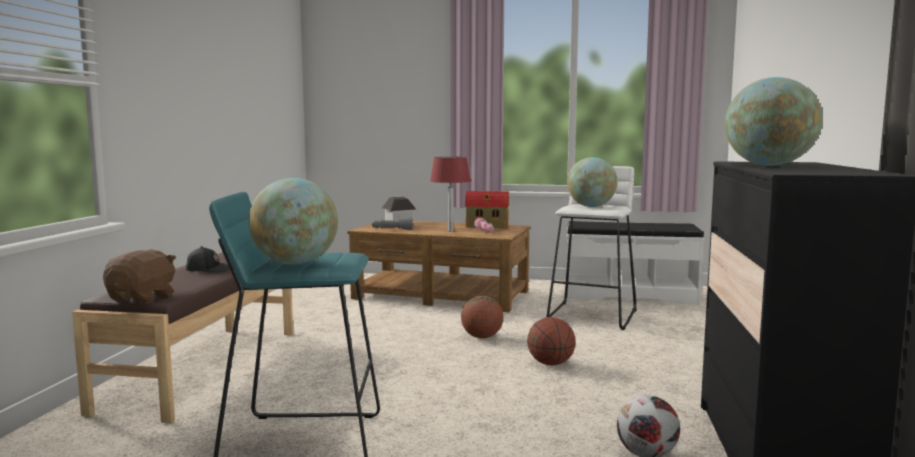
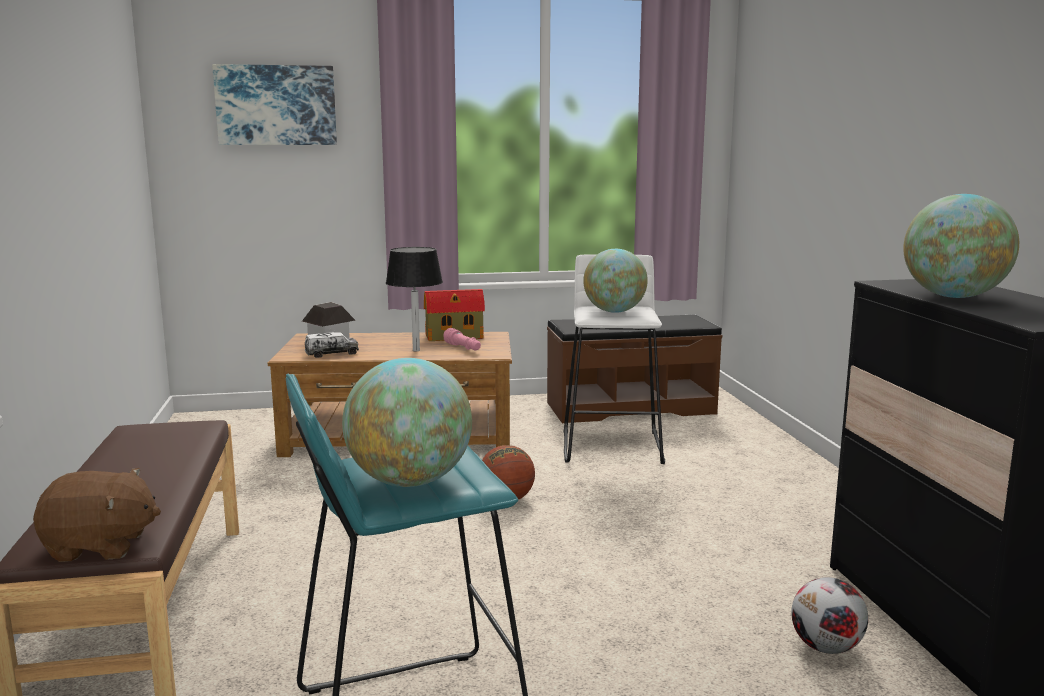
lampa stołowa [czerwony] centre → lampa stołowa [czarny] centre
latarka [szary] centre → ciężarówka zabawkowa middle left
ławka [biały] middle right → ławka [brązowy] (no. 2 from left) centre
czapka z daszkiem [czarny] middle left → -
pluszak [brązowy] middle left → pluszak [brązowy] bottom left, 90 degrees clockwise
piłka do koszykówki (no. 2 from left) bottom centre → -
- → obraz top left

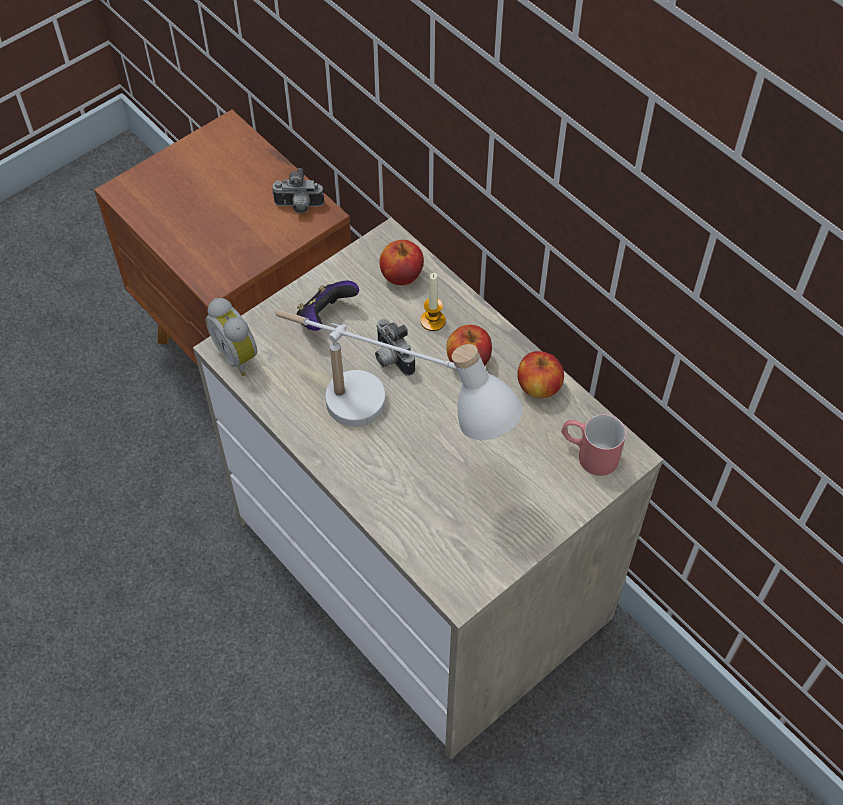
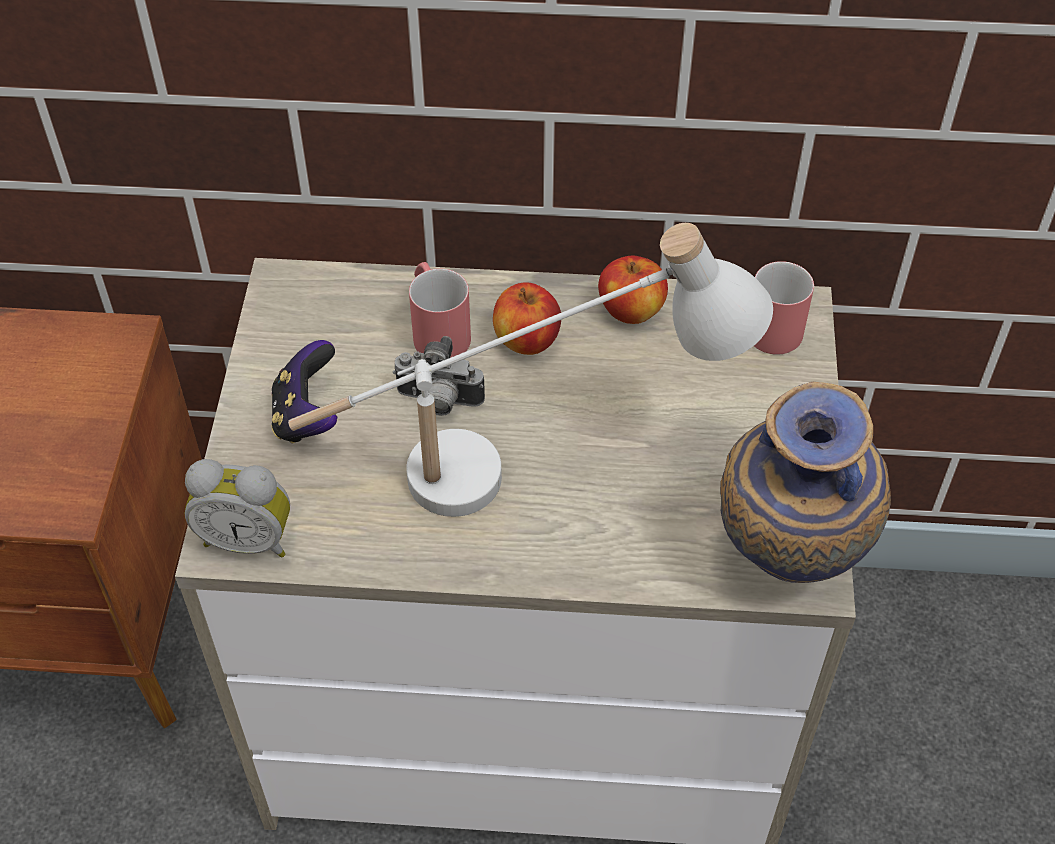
aparat fotograficzny (no. 1 from left) top centre → -
jabłko (no. 1 from left) top centre → -
świeca centre → kubek [czerwony] (no. 1 from left) centre
- → wazon middle right

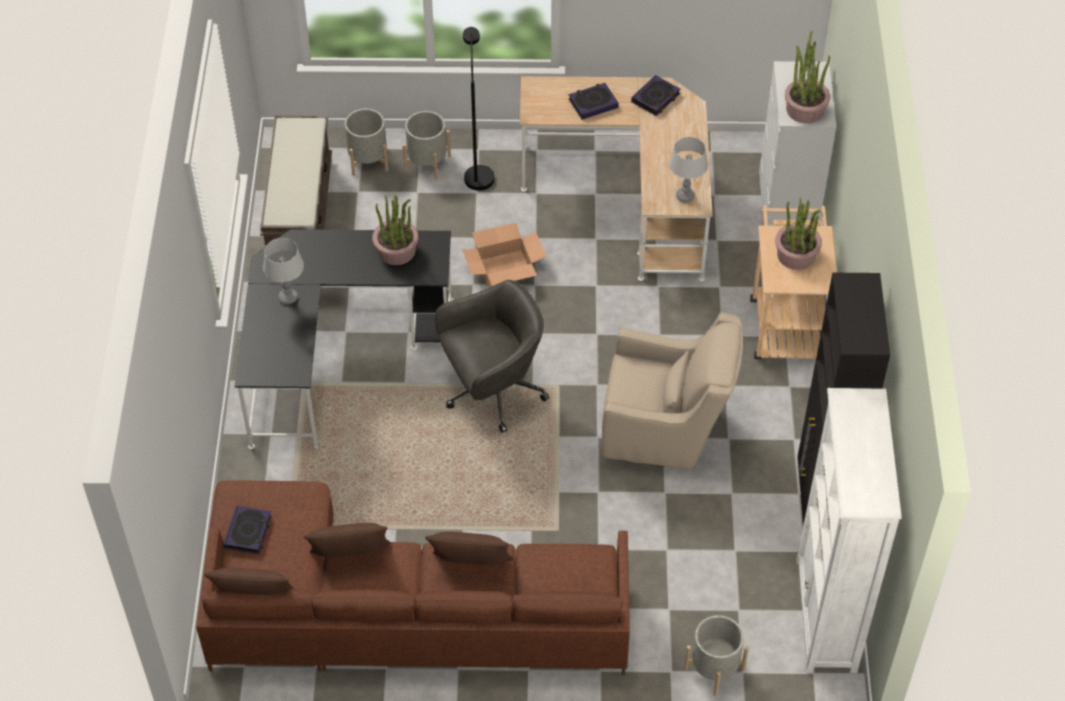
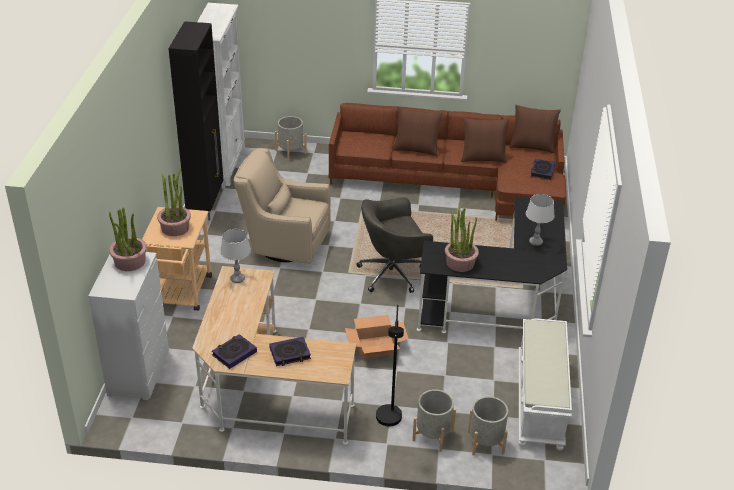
ławka [brązowy] top left → ławka [biały] bottom right

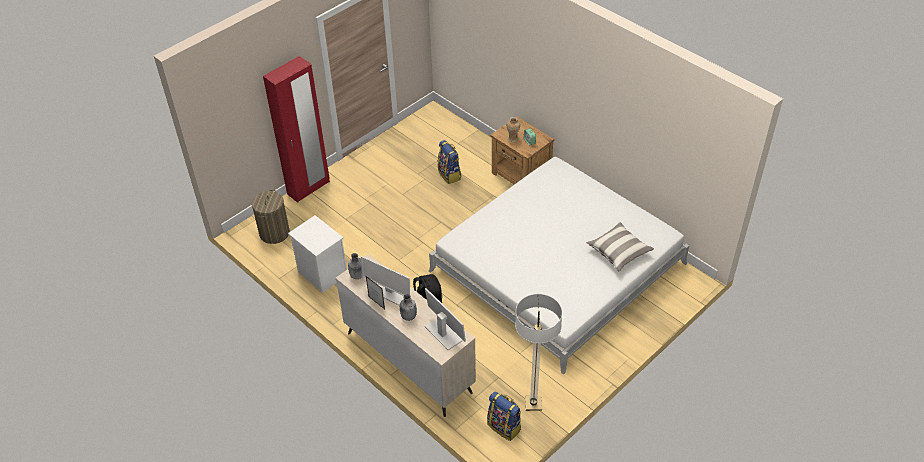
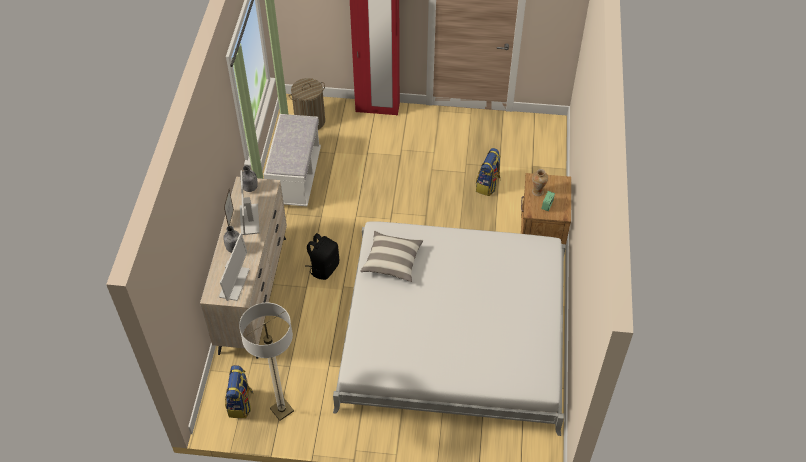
szafka nocna [biały] centre → ławka [biały] centre
poduszka middle right → poduszka centre, shifted

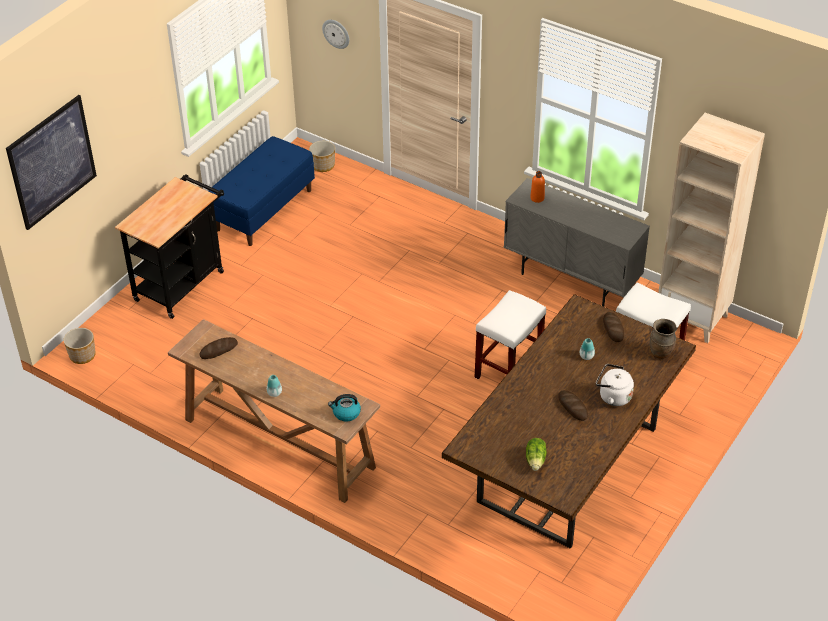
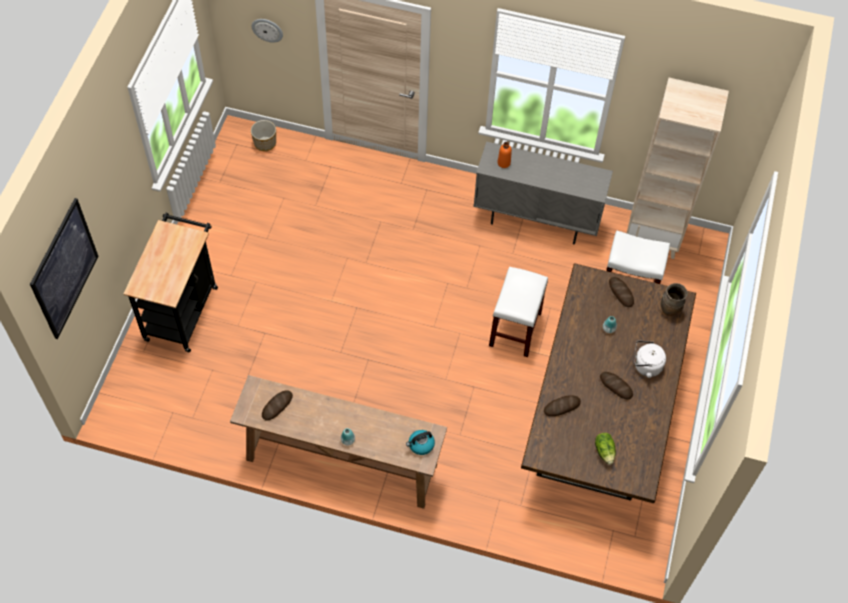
ławka [niebieski] top left → -
donica (no. 1 from left) middle left → -
- → chleb (no. 2 from left) bottom centre

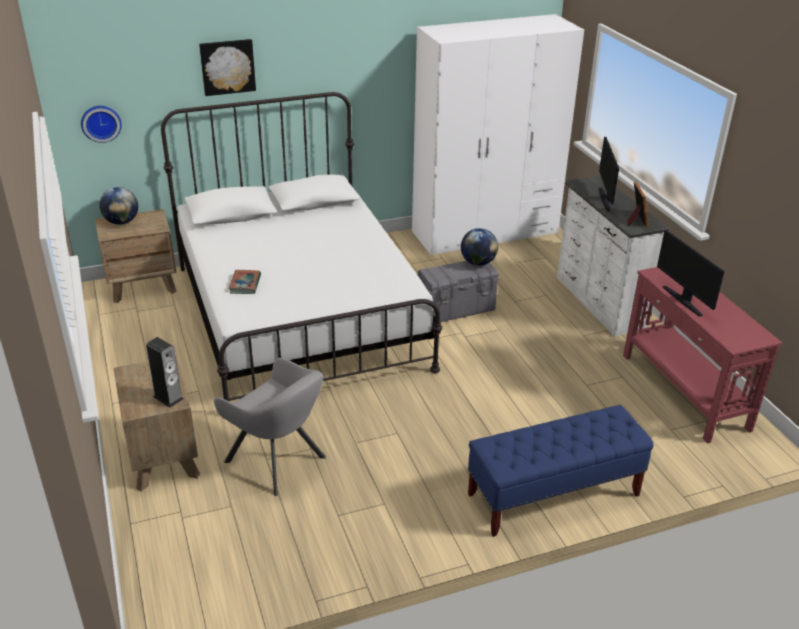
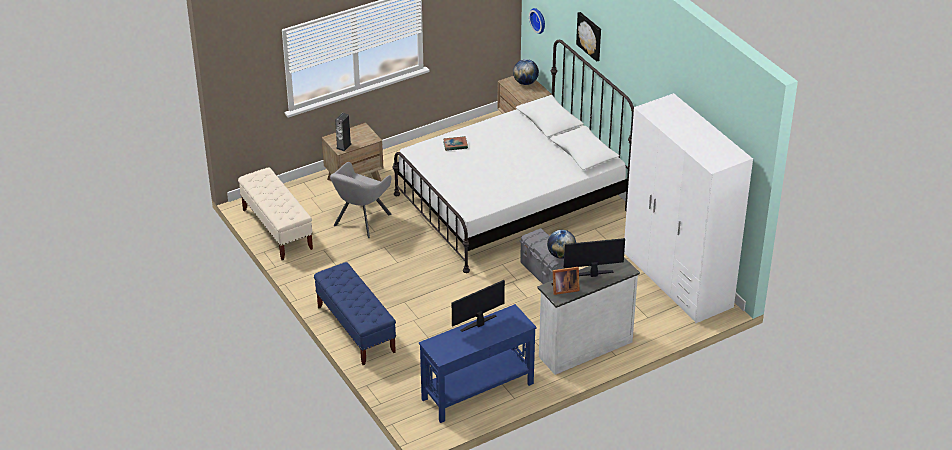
stolik konsolowy [czerwony] middle right → stolik konsolowy [niebieski] bottom centre
- → ławka [beżowy] middle left

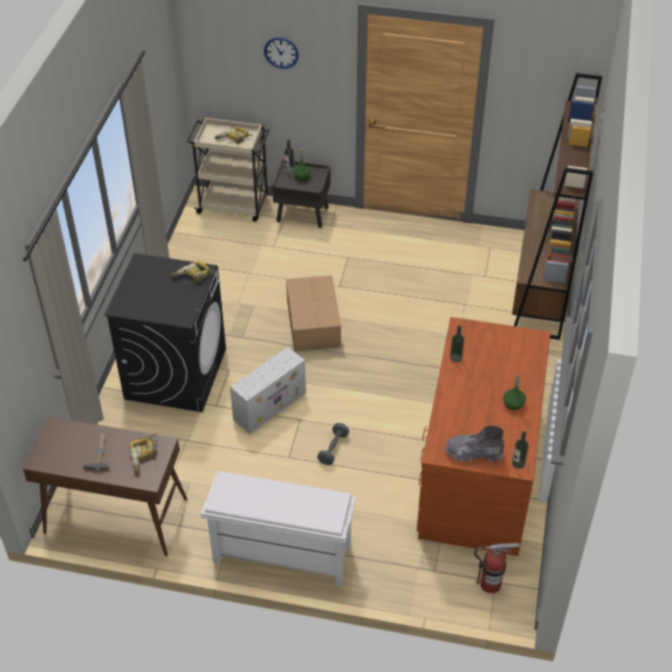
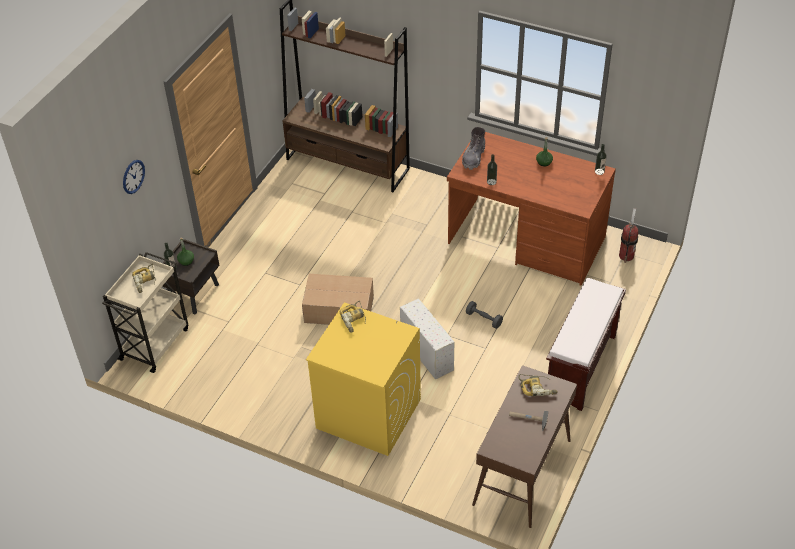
pralka [czarny] middle left → pralka [żółty] bottom centre
but z cholewką [szary] middle right → but z cholewką [szary] top centre, shifted
ławka [biały] bottom centre → ławka [brązowy] middle right

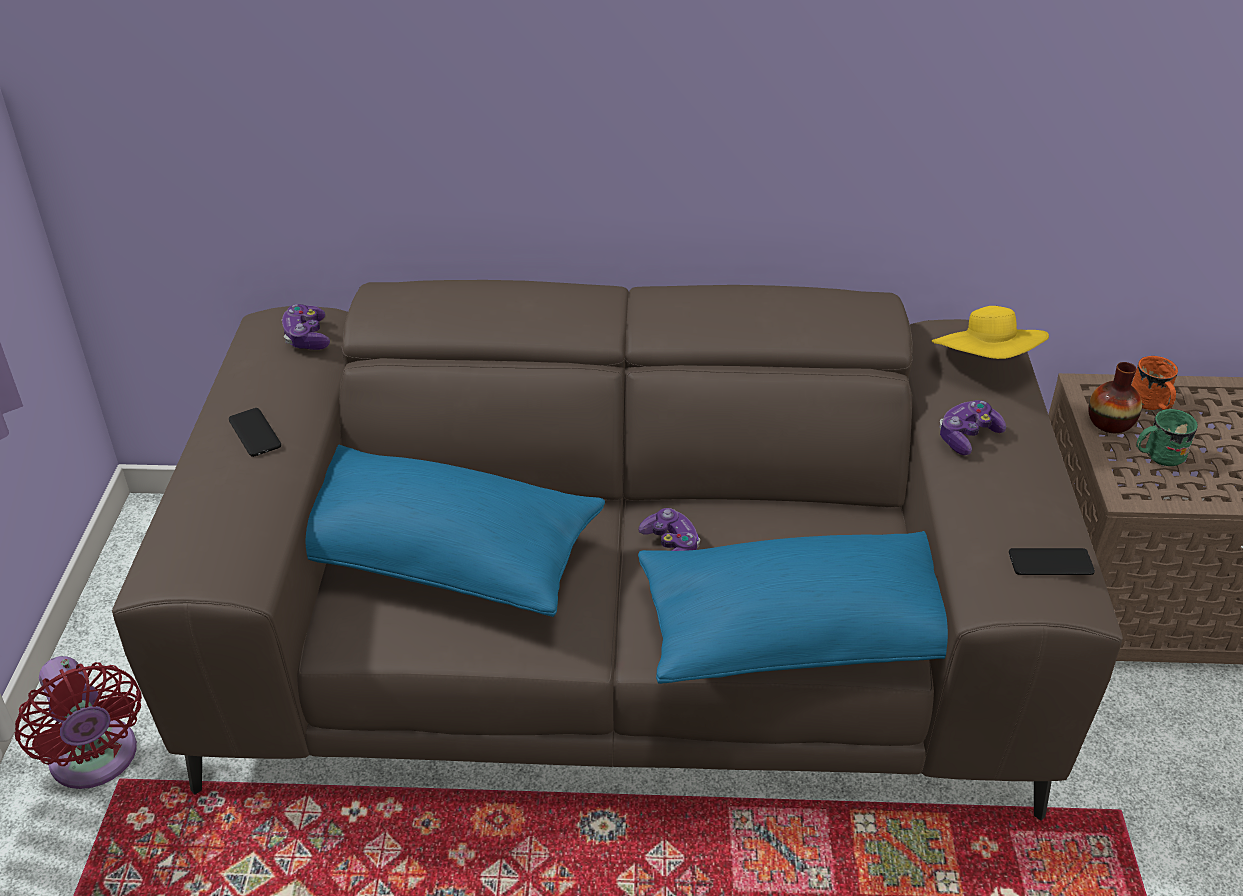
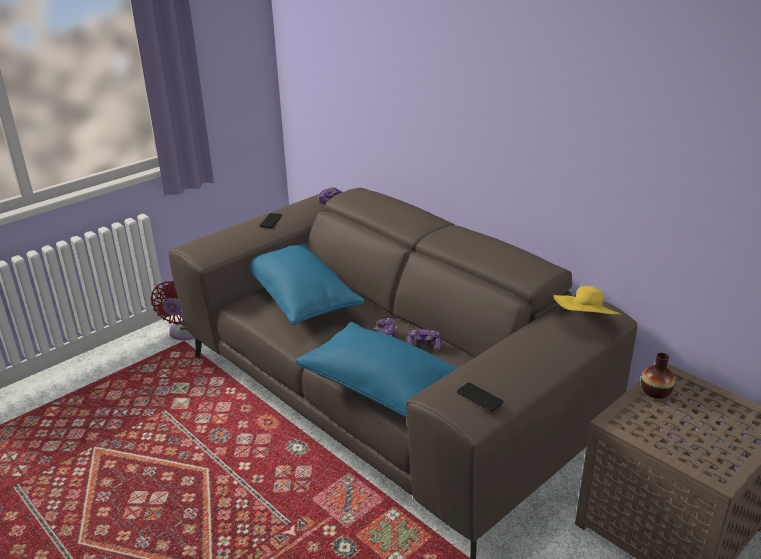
kubek [pomarańczowy] middle right → -
pad do gier (no. 3 from left) middle right → pad do gier (no. 3 from left) centre, shifted
kubek [zielony] middle right → -

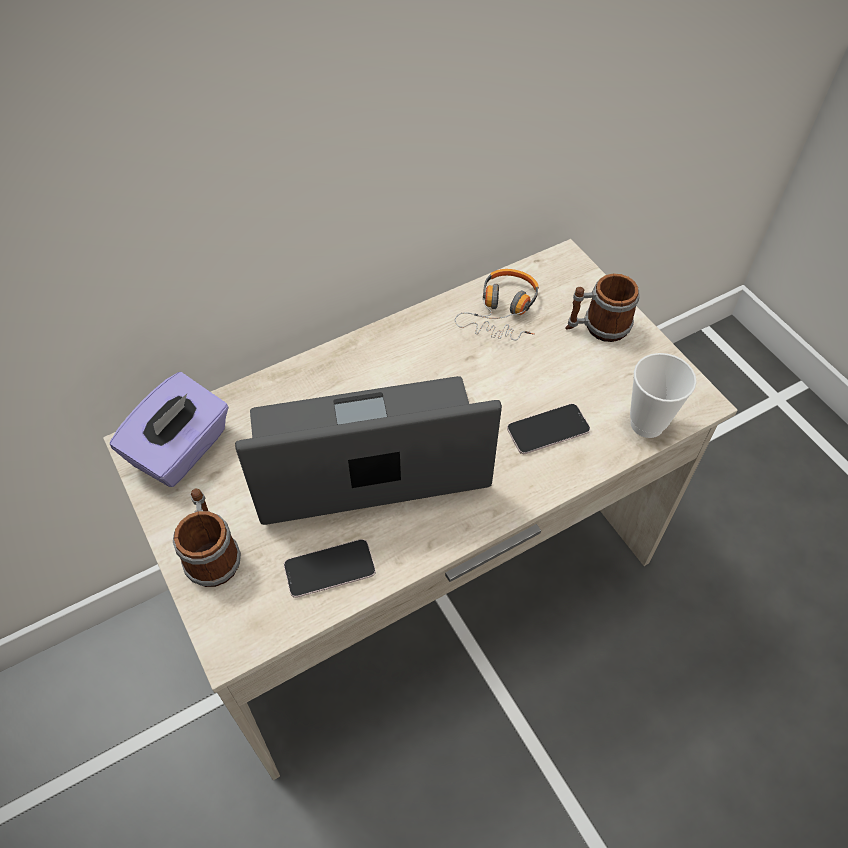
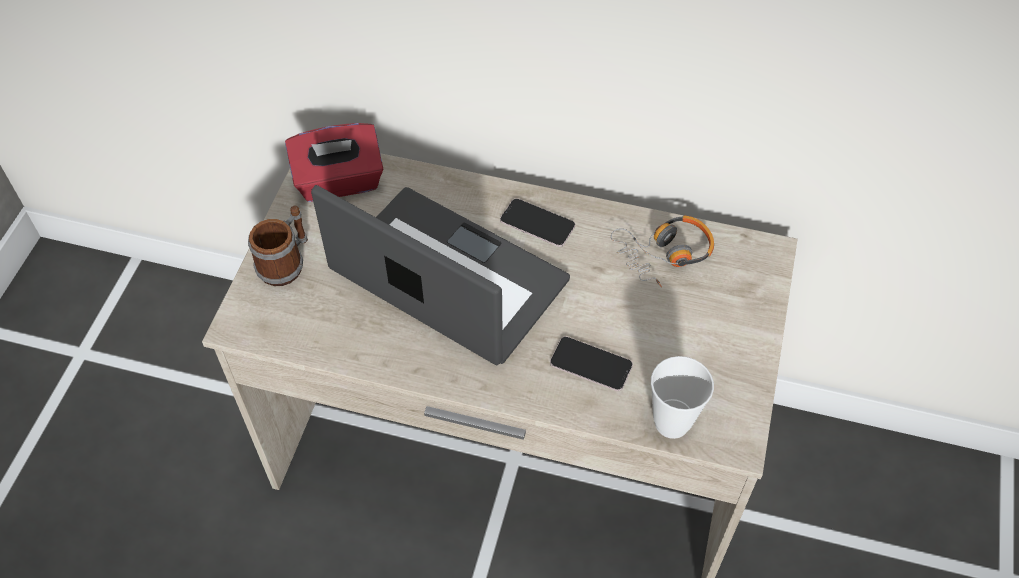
kubek (no. 2 from left) middle right → -
pudełko chusteczek [fioletowy] middle left → pudełko chusteczek [czerwony] top left
telefon (no. 1 from left) bottom centre → telefon (no. 1 from left) centre, shifted

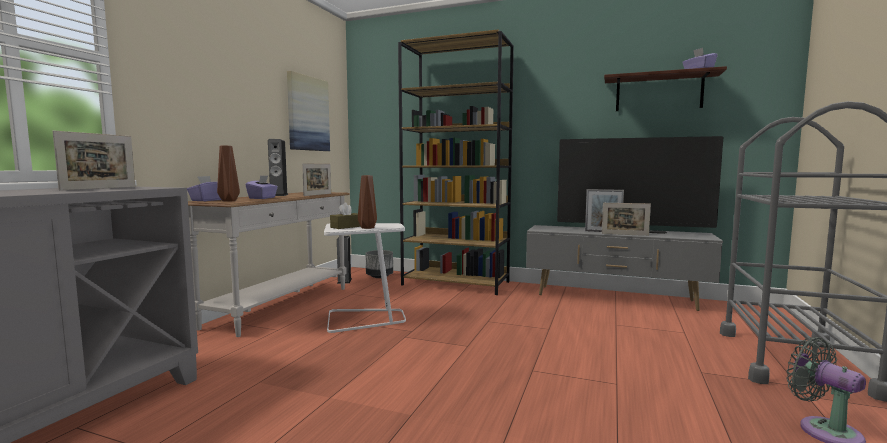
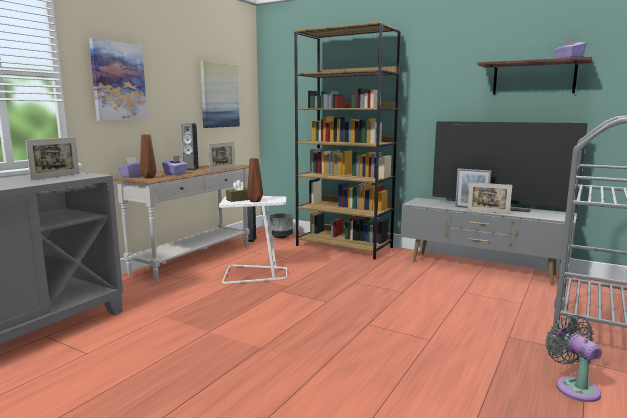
- → obraz (no. 1 from left) top left

